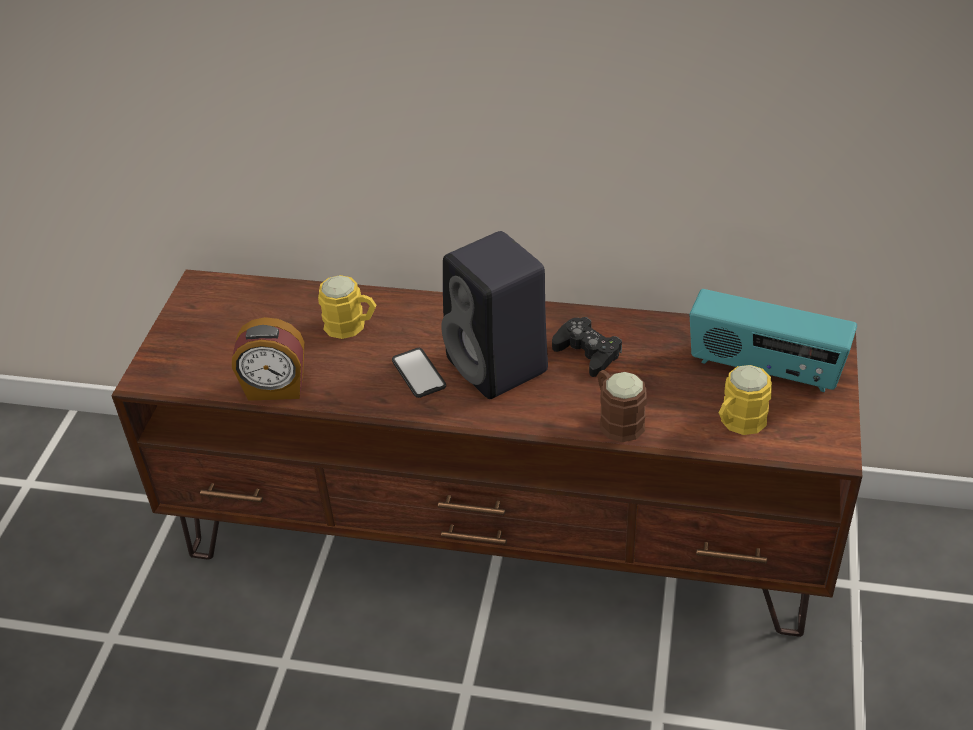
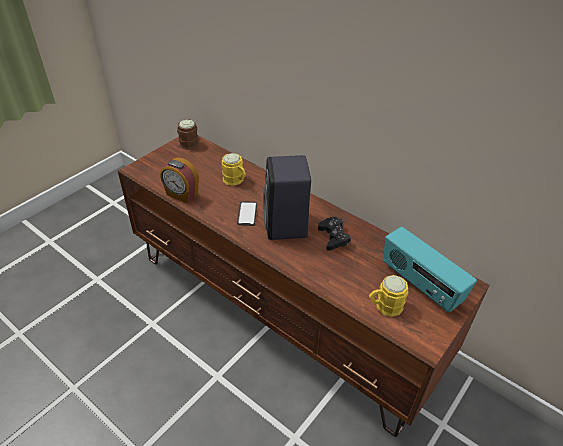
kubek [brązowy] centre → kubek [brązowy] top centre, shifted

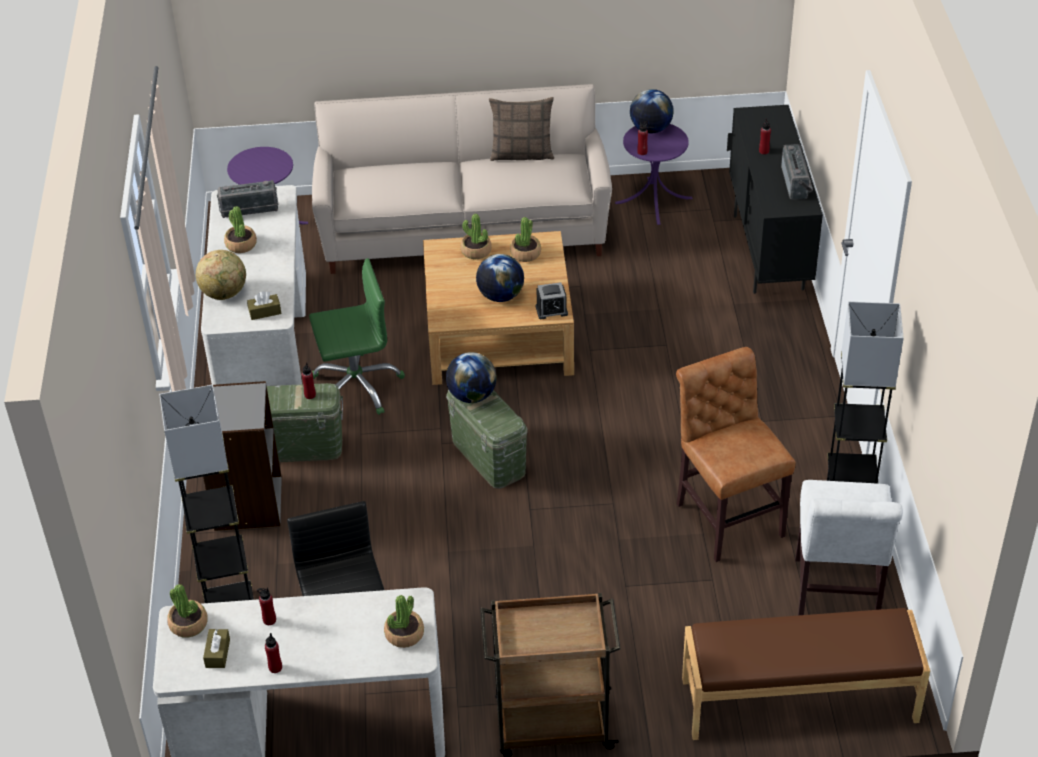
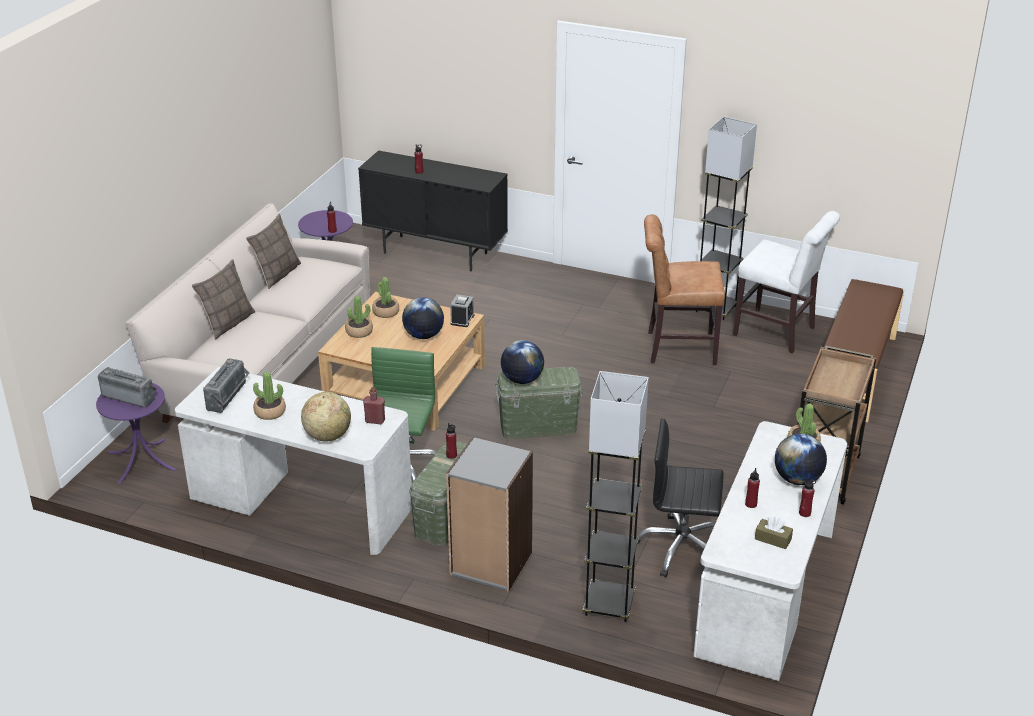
globus (no. 4 from left) top centre → globus (no. 4 from left) middle right, shifted
radio (no. 2 from left in the first image) top right → radio (no. 1 from left) middle left, shifted
pudełko chusteczek [brązowy] (no. 2 from left) middle left → butelka [czerwony] (no. 2 from left) centre
roślina doniczkowa (no. 1 from left) bottom left → -
- → poduszka (no. 1 from left) middle left

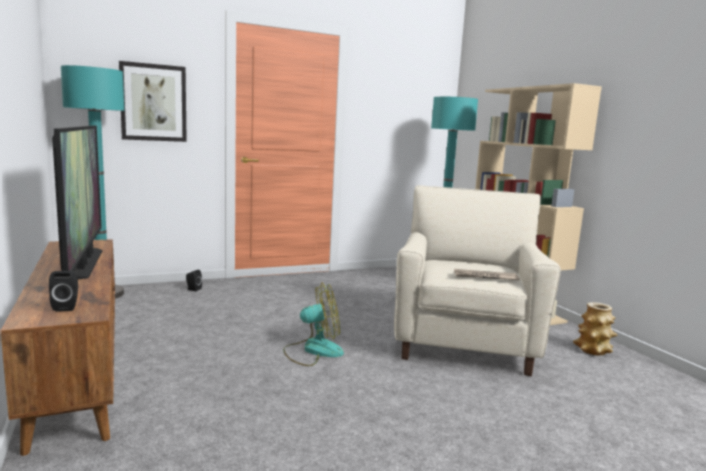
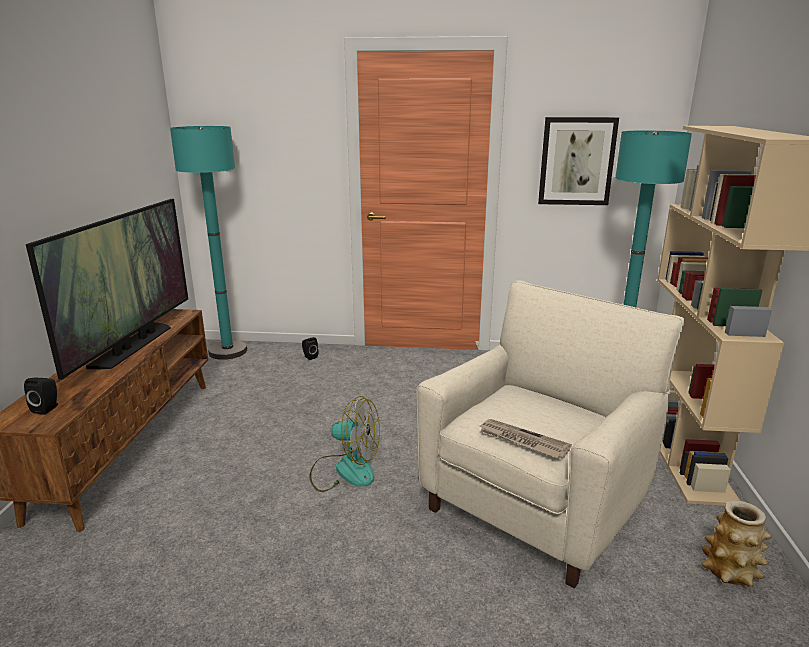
obraz top left → obraz top right, shifted

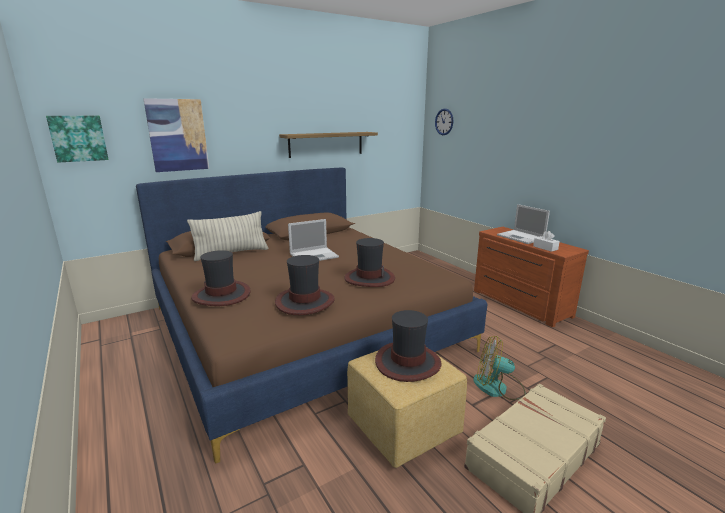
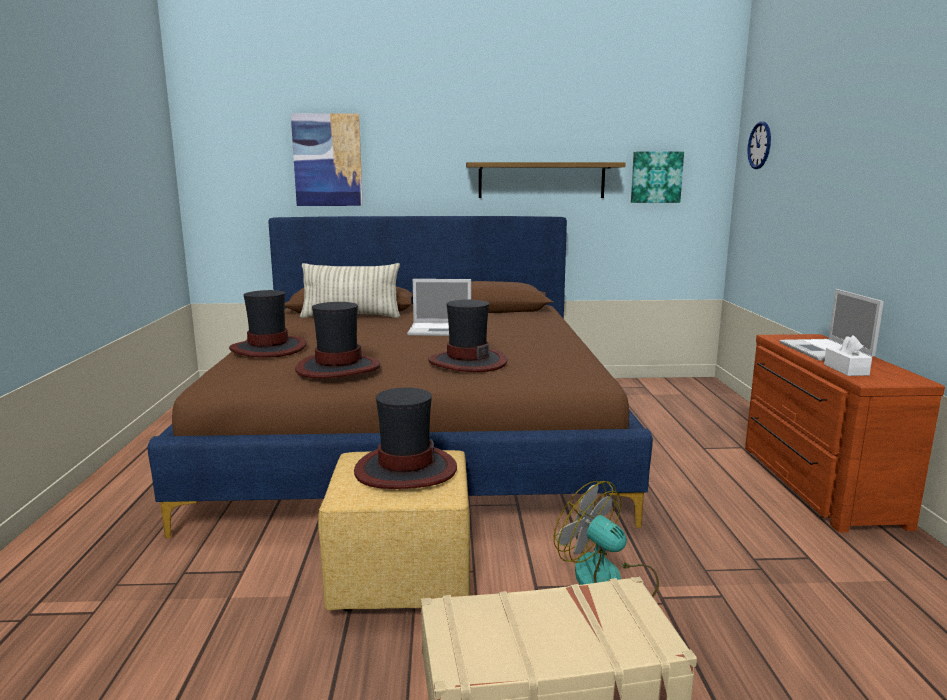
obraz (no. 1 from left in the first image) top left → obraz (no. 2 from left) top right, shifted

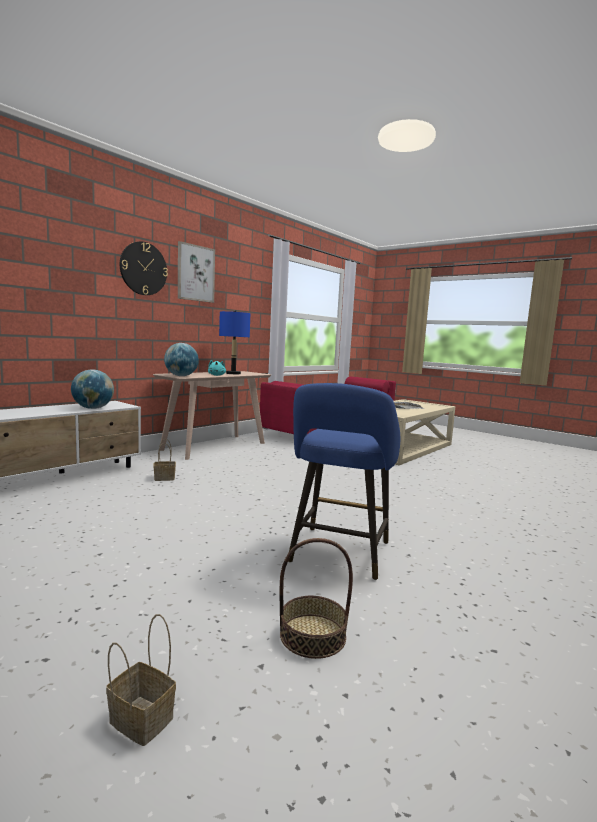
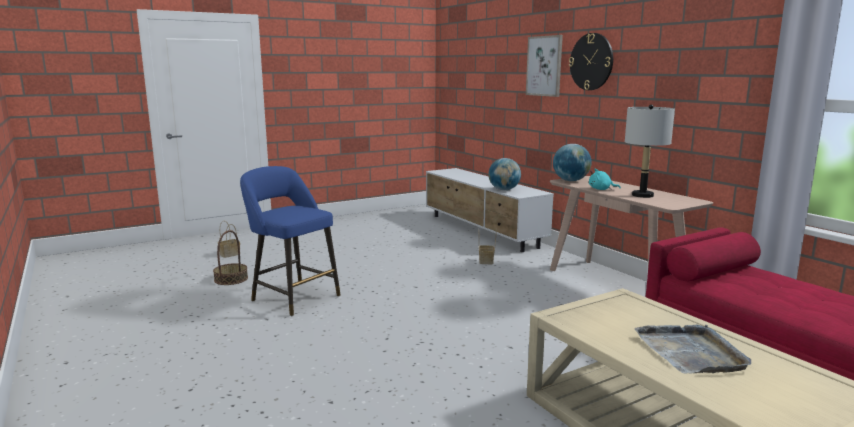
obraz top left → obraz top centre, shifted
lampa stołowa [niebieski] centre → lampa stołowa [szary] middle right

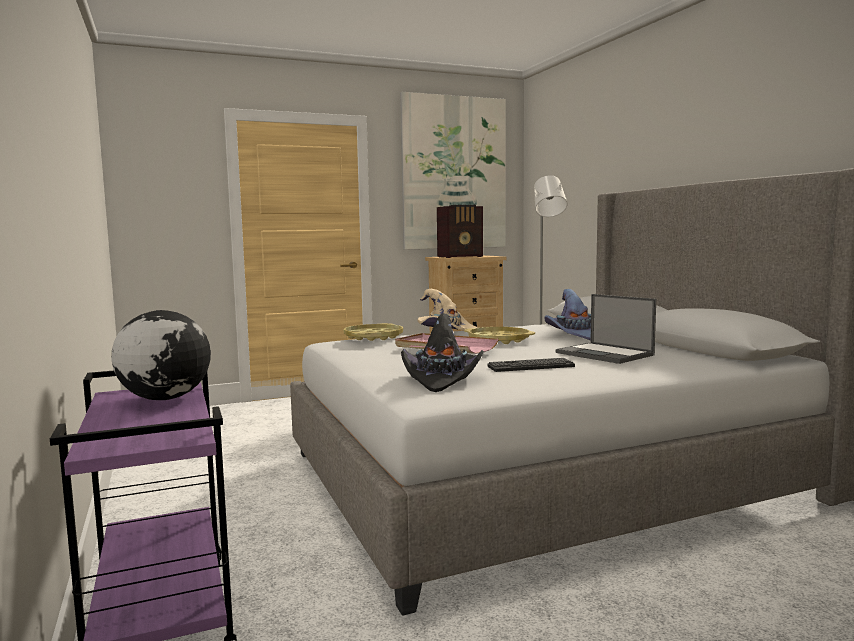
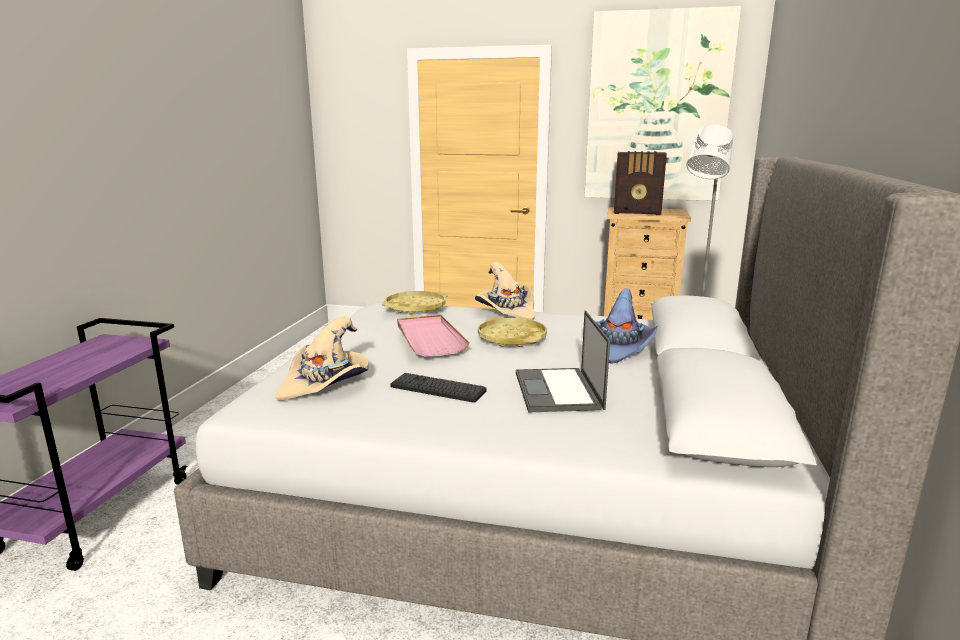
globus middle left → -
kapelusz [czarny] centre → kapelusz [beżowy] (no. 1 from left) centre

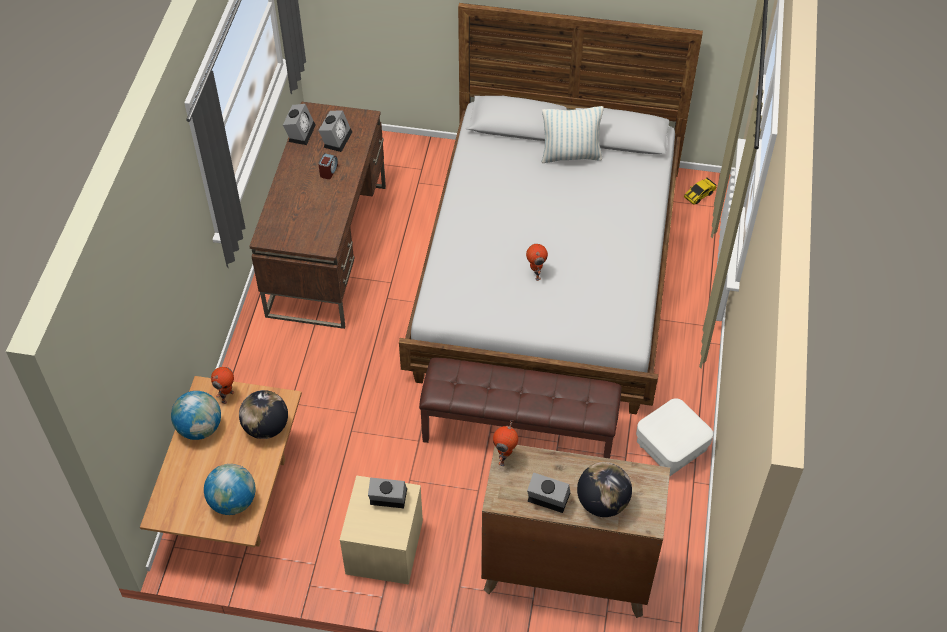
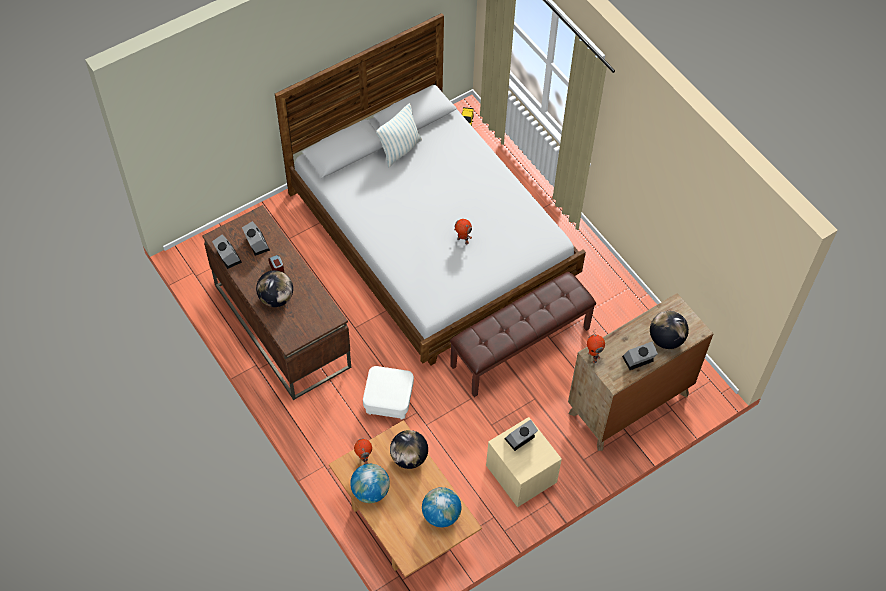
pufa [biały] bottom right → pufa [biały] centre, shifted
- → globus (no. 1 from left) middle left

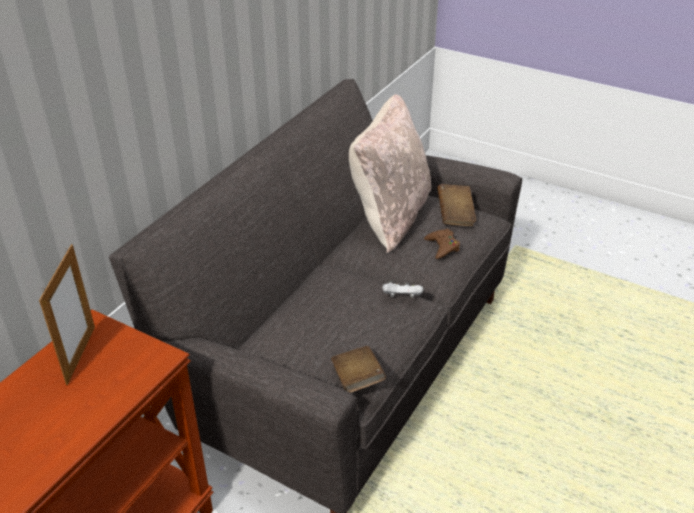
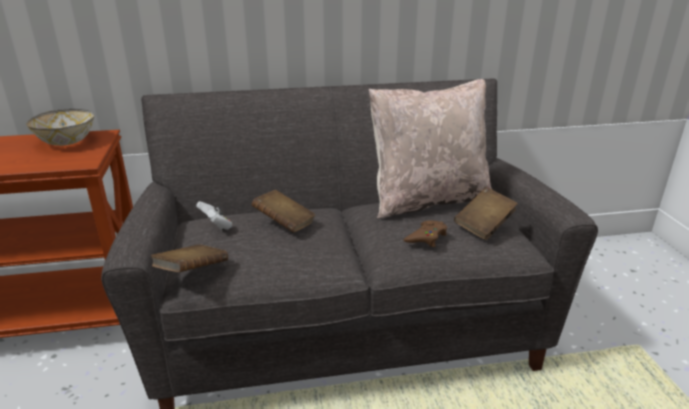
ramka na zdjęcie middle left → miska top left
pad do gier [biały] centre → pad do gier [biały] middle left, shifted
- → książka [brązowy] (no. 2 from left) centre

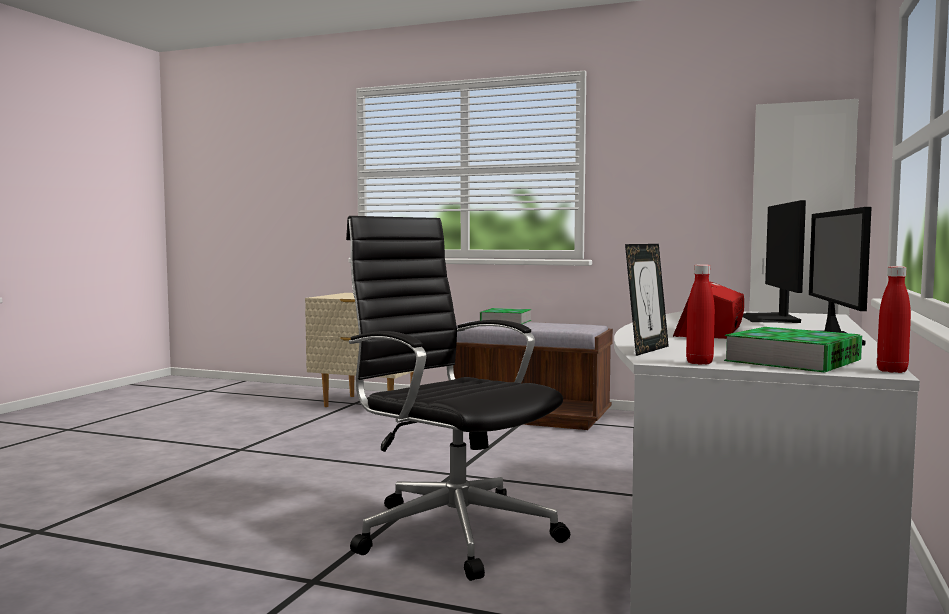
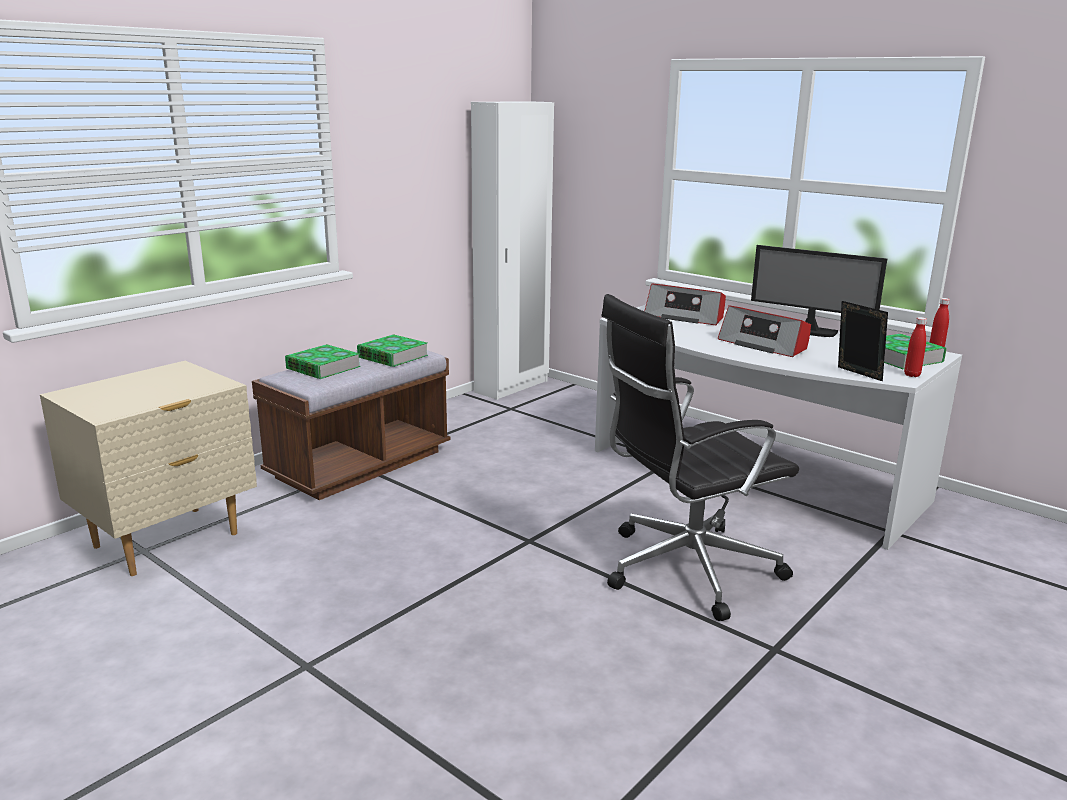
monitor (no. 1 from left) middle right → radio (no. 1 from left) centre
- → książka (no. 2 from left) centre

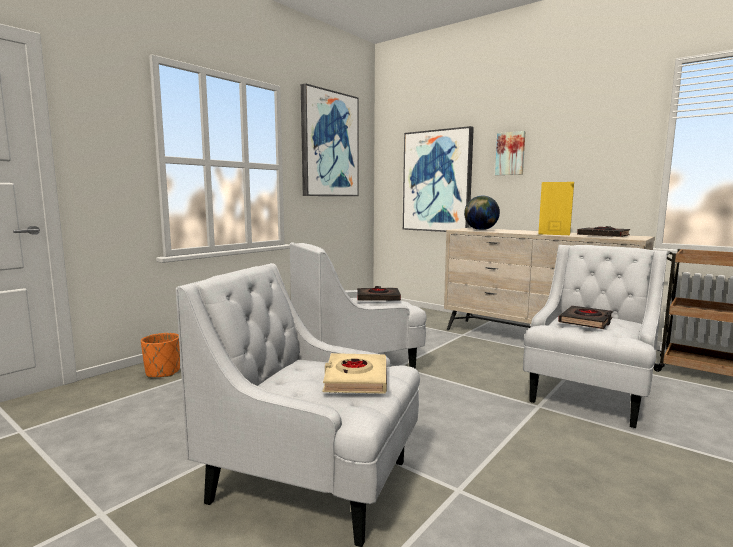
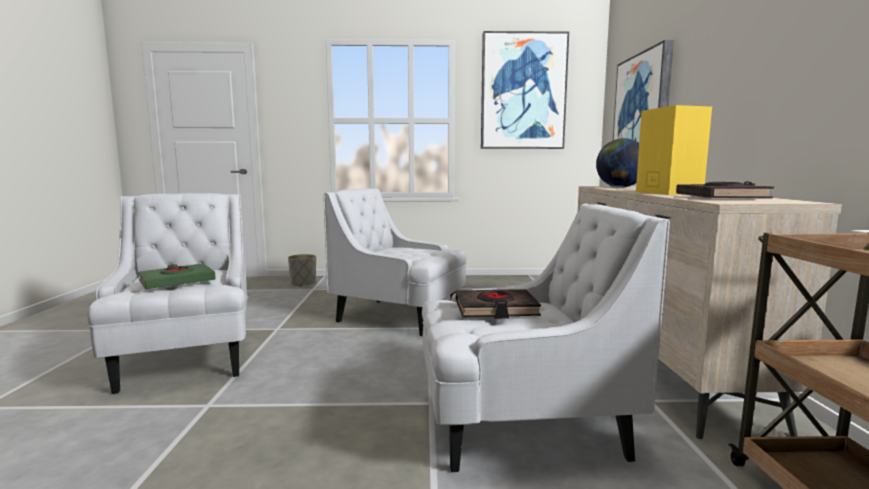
obraz (no. 3 from left) top right → -
książka [czarny] (no. 1 from left) centre → -
donica [pomarańczowy] middle left → donica [szary] centre
książka [beżowy] bottom centre → książka [zielony] middle left

